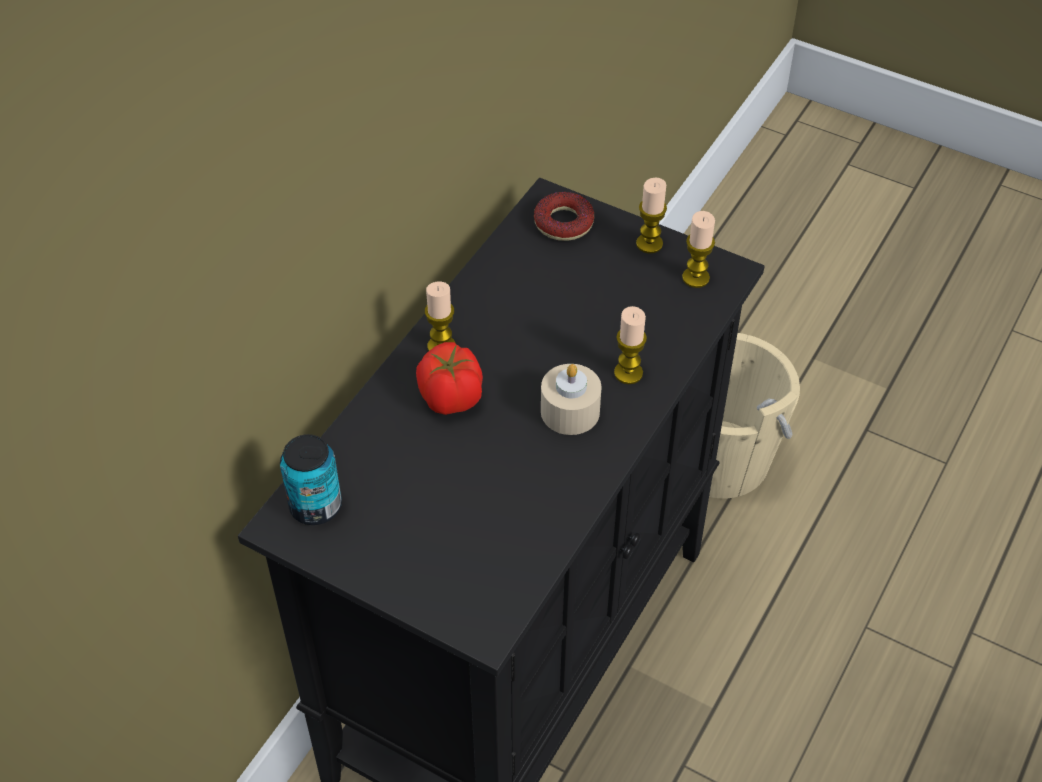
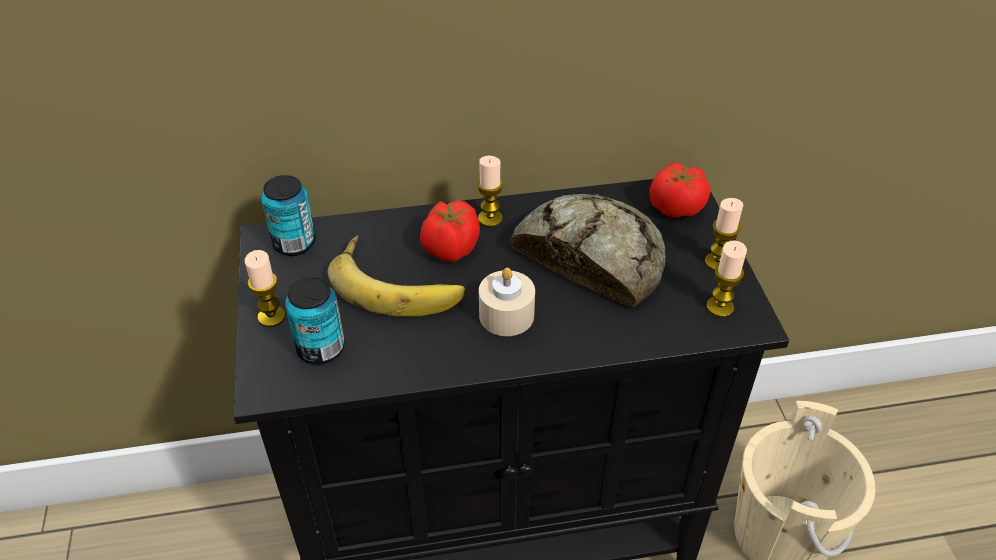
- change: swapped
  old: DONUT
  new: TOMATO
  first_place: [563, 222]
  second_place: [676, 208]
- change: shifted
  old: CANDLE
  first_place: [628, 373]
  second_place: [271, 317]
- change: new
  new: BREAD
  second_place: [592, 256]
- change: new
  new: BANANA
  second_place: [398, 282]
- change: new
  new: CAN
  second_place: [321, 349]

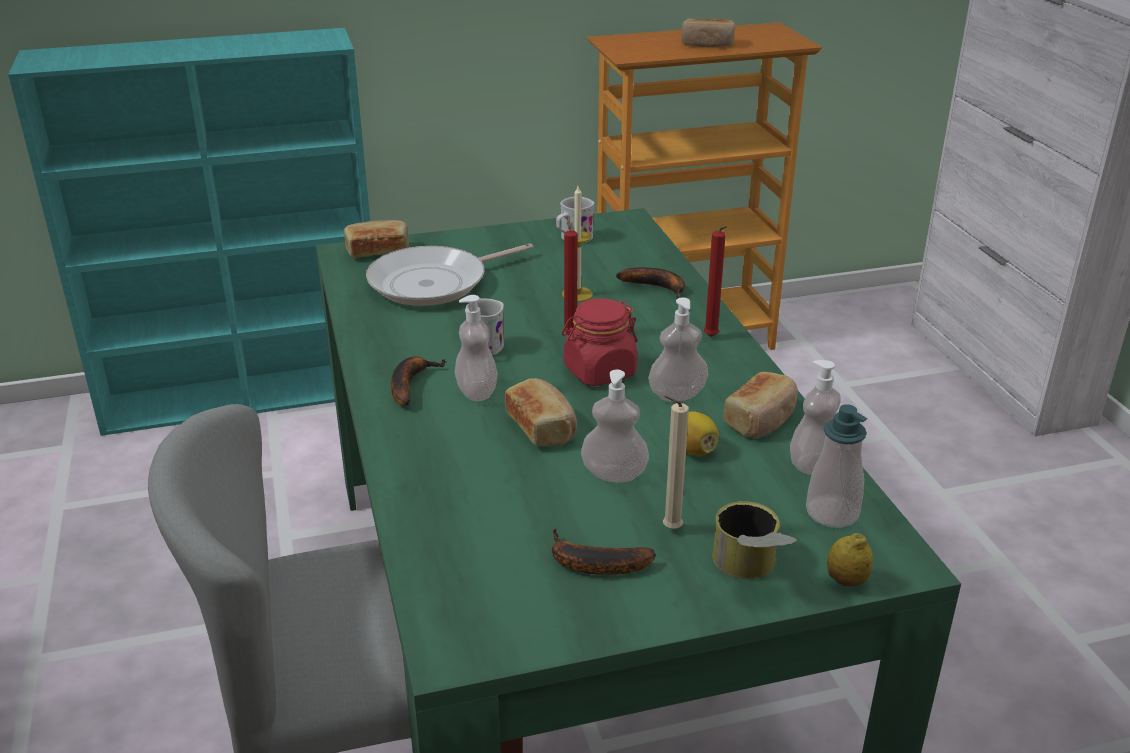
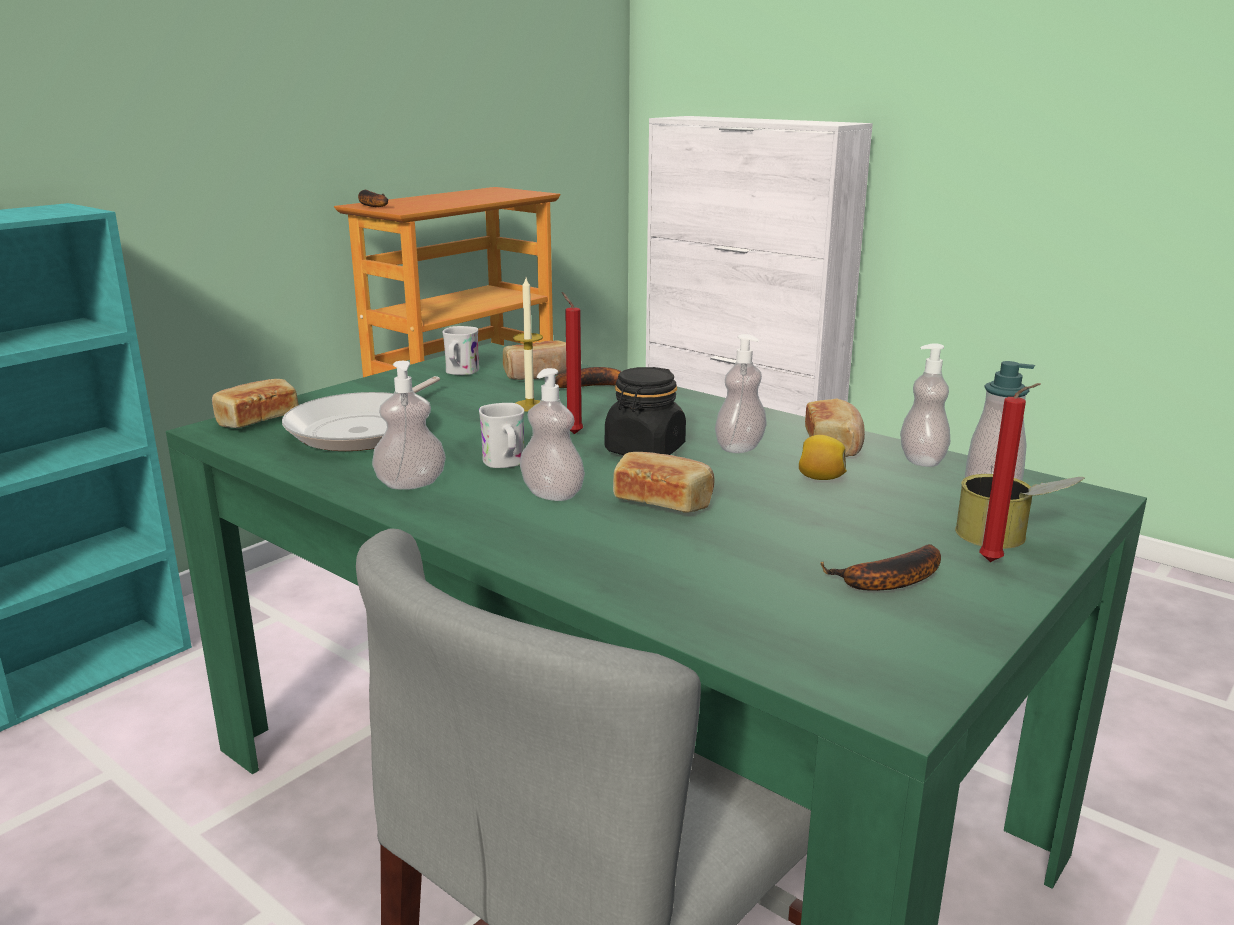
- change: shifted
  old: BREAD
  first_place: [707, 44]
  second_place: [538, 374]
- change: shifted
  old: RED CANDLE
  first_place: [712, 338]
  second_place: [994, 563]
- change: repainted
  old: RED JAR
  new: BLACK JAR
  first_place: [599, 372]
  second_place: [645, 450]
- change: shifted
  old: BANANA
  first_place: [410, 384]
  second_place: [371, 204]
- change: shifted
  old: SOAP DISPENSER
  first_place: [614, 474]
  second_place: [411, 484]
- change: gone
  old: BEIGE CANDLE
  first_place: [669, 529]
- change: gone
  old: LEMON
  first_place: [846, 581]

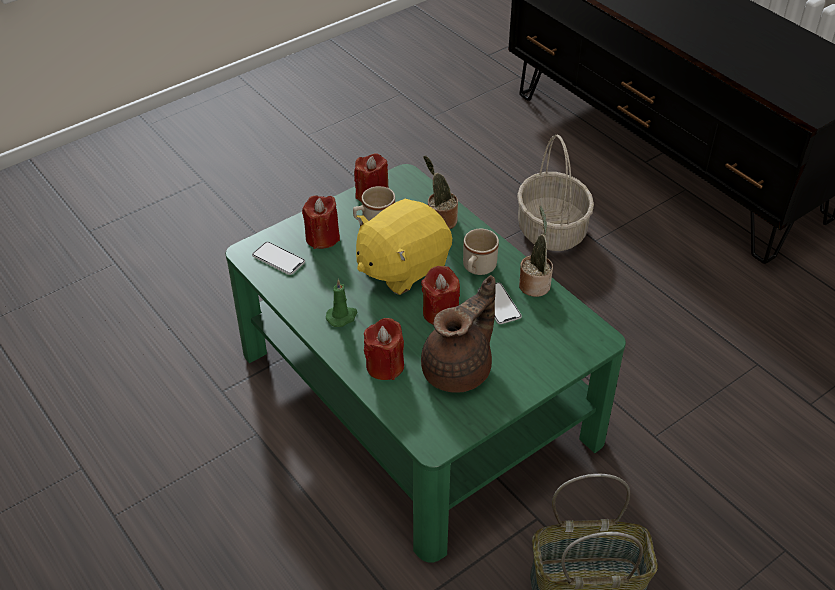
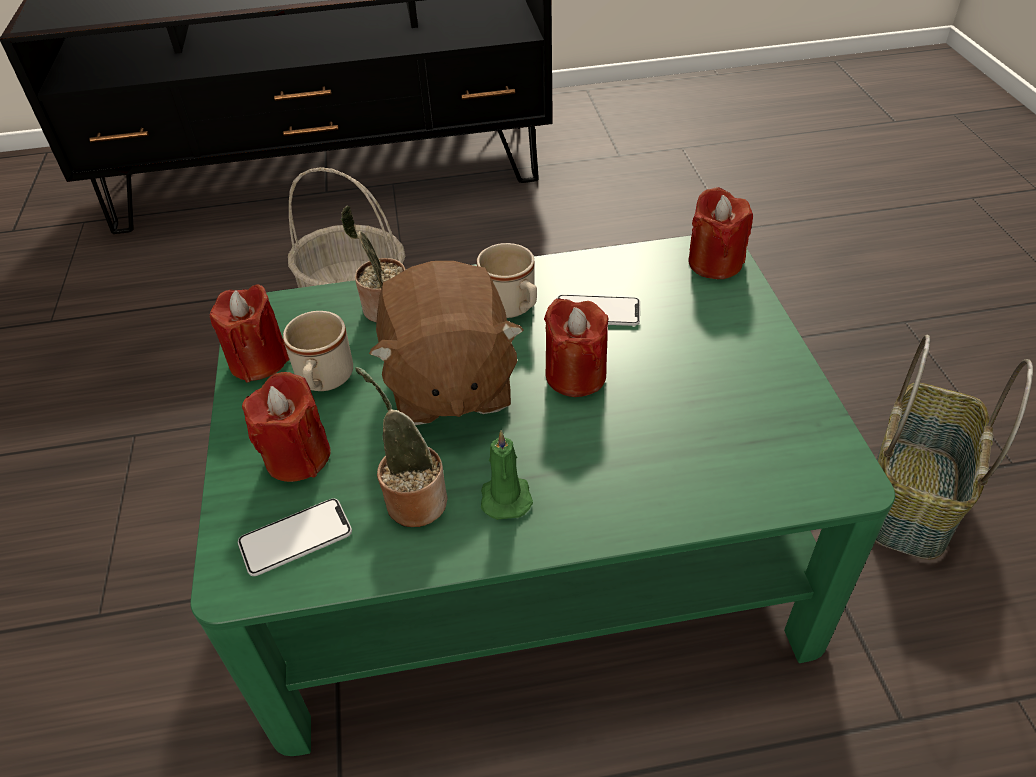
- change: repainted
  old: YELLOW PLUSH TOY
  new: BROWN PLUSH TOY
  first_place: [402, 267]
  second_place: [448, 383]
- change: shifted
  old: POTTED PLANT
  first_place: [534, 284]
  second_place: [413, 500]
- change: gone
  old: BROWN TEAPOT
  first_place: [459, 369]
- change: shifted
  old: RED CANDLE
  first_place: [385, 366]
  second_place: [715, 263]

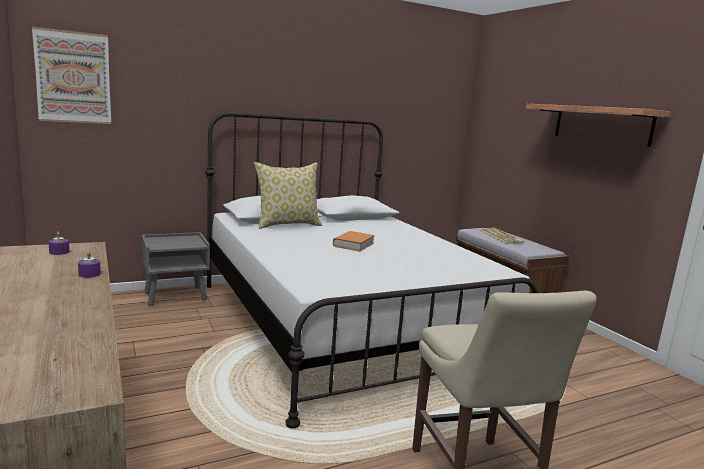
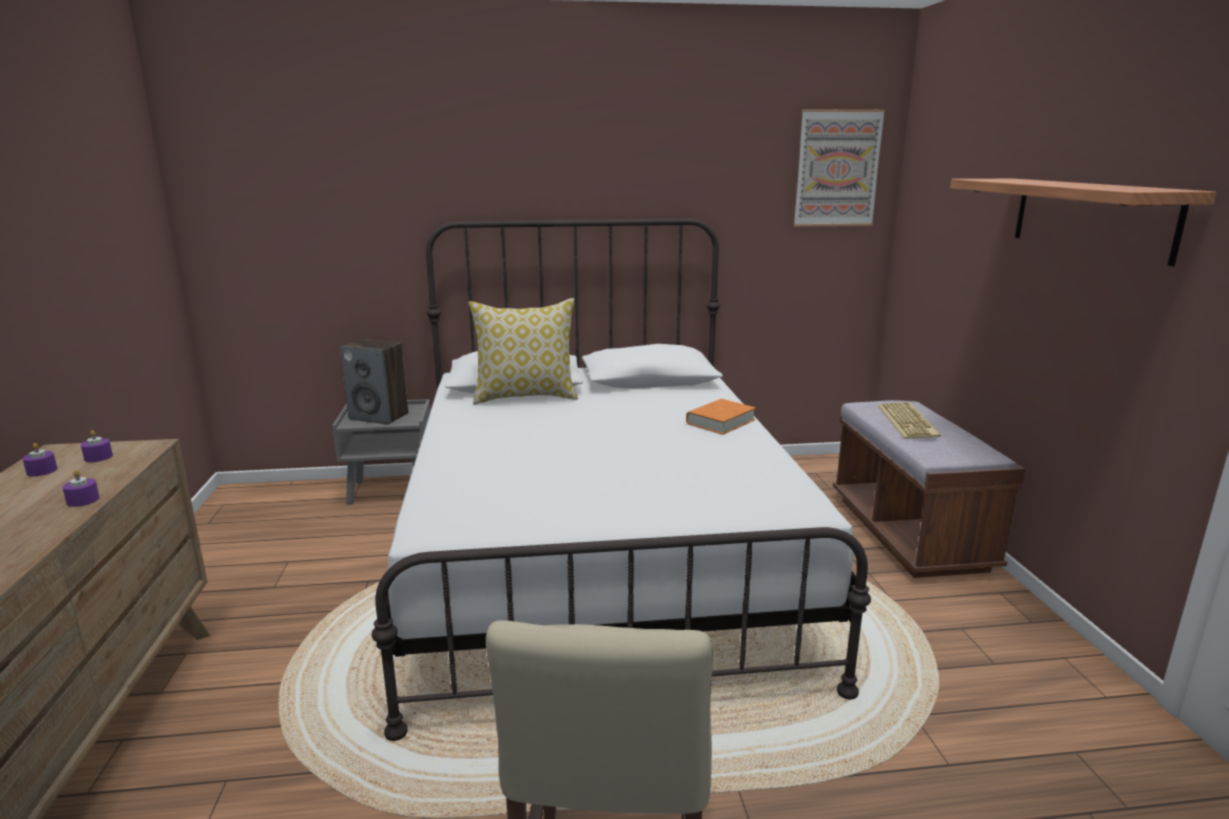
- change: shifted
  old: PICTURE
  first_place: [73, 77]
  second_place: [837, 168]
- change: shifted
  old: ORANGE BOOK
  first_place: [353, 245]
  second_place: [720, 422]
- change: new
  new: SPEAKER
  second_place: [379, 416]
- change: new
  new: PURPLE CANDLE
  second_place: [42, 471]

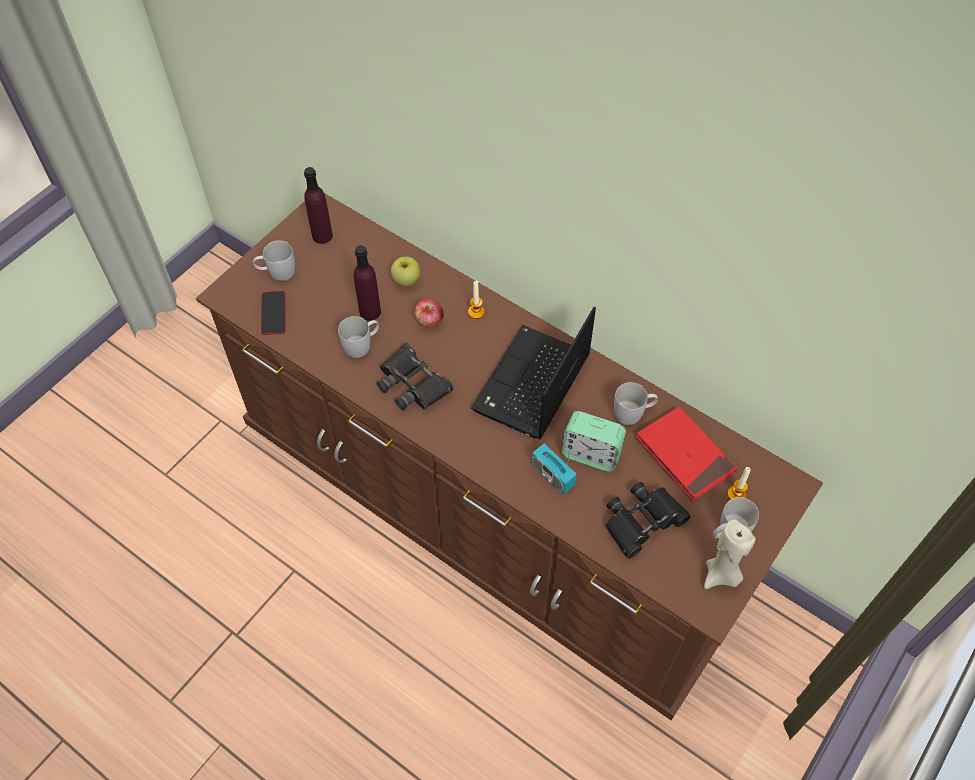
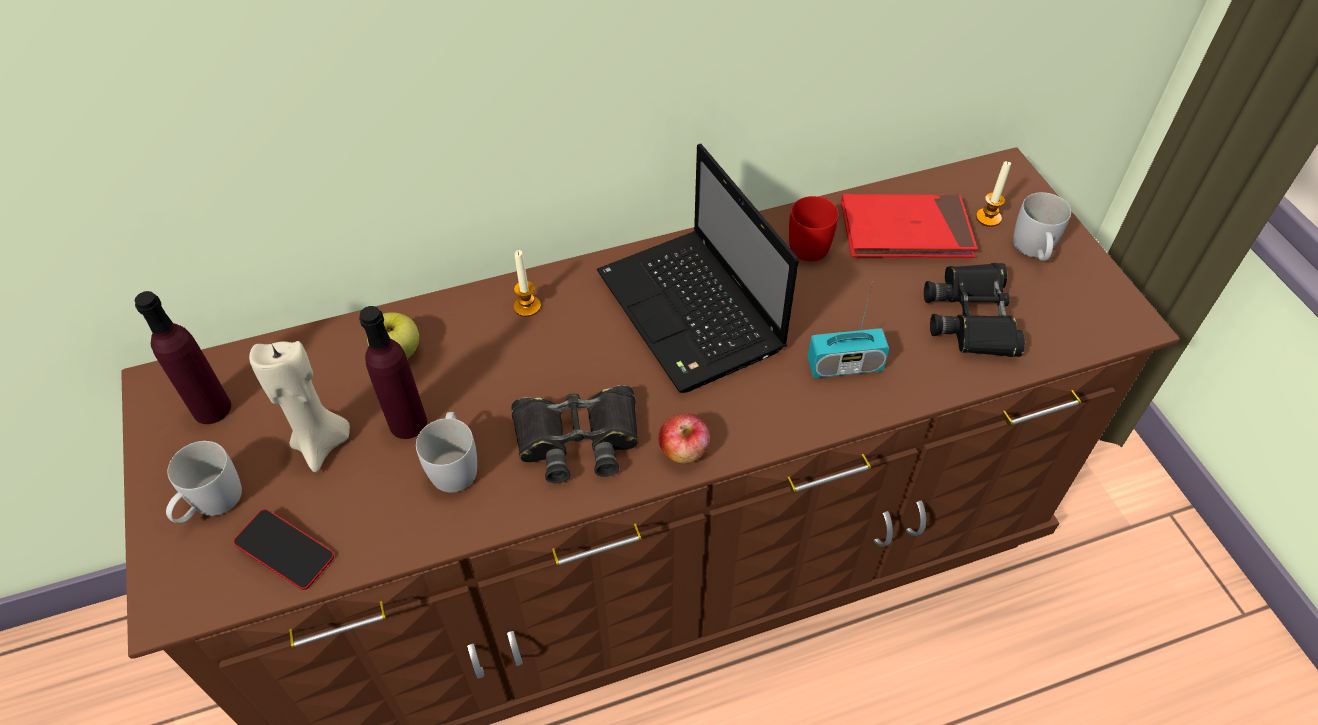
- change: shifted
  old: APPLE
  first_place: [429, 321]
  second_place: [683, 451]
- change: repainted
  old: WHITE MUG
  new: RED MUG
  first_place: [633, 412]
  second_place: [811, 242]
- change: gone
  old: ALARM CLOCK
  first_place: [591, 454]
- change: shifted
  old: BEIGE CANDLE
  first_place: [721, 575]
  second_place: [322, 443]

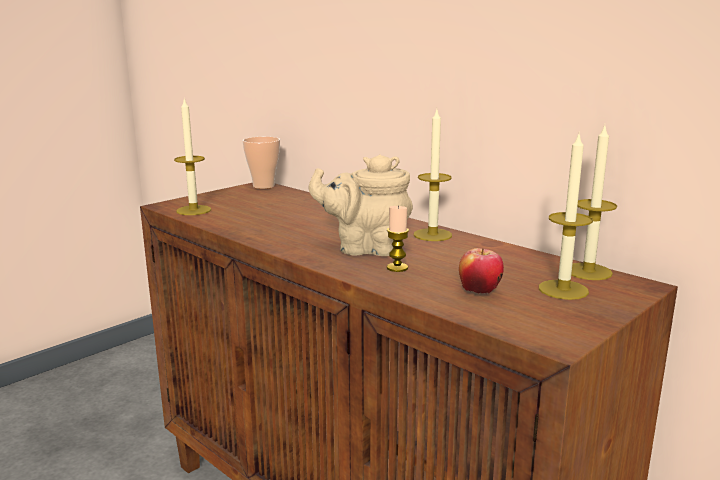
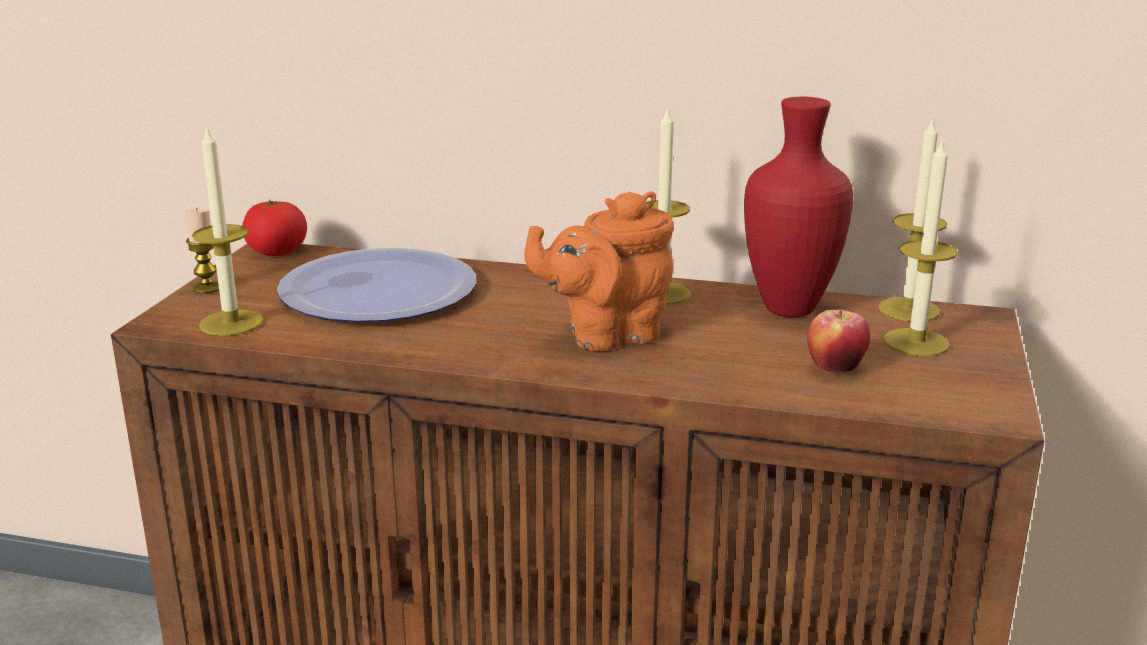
- change: swapped
  old: CUP
  new: TOMATO
  first_place: [263, 186]
  second_place: [277, 252]
- change: repainted
  old: BEIGE TEAPOT
  new: ORANGE TEAPOT
  first_place: [365, 248]
  second_place: [606, 335]
- change: shifted
  old: CANDLE
  first_place: [397, 268]
  second_place: [207, 288]
- change: new
  new: RED VASE
  second_place: [793, 309]
- change: new
  new: PLATE
  second_place: [378, 291]

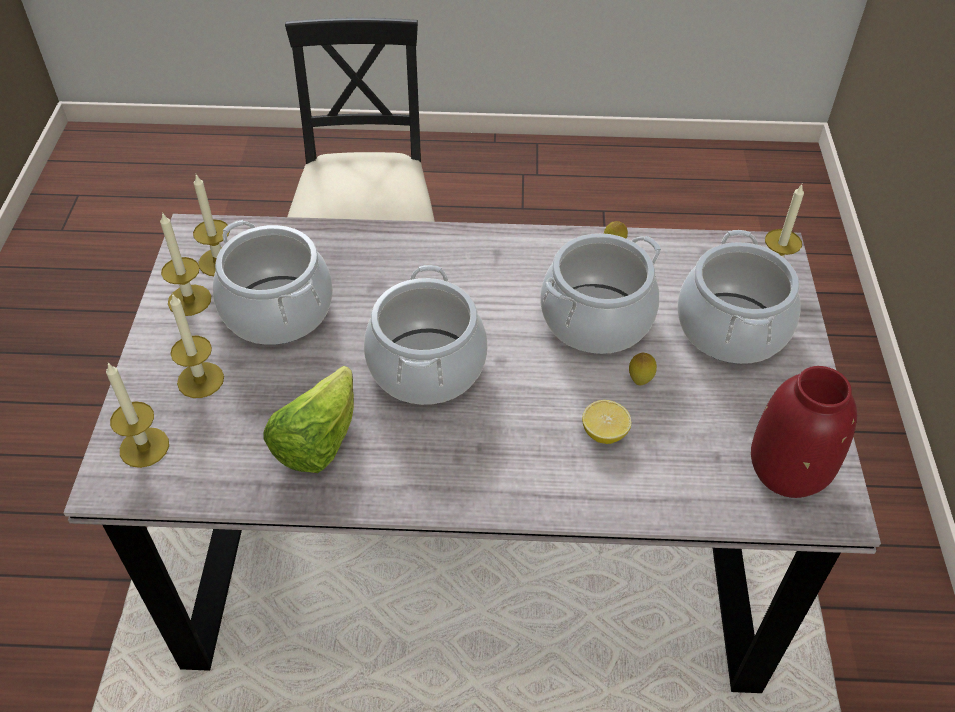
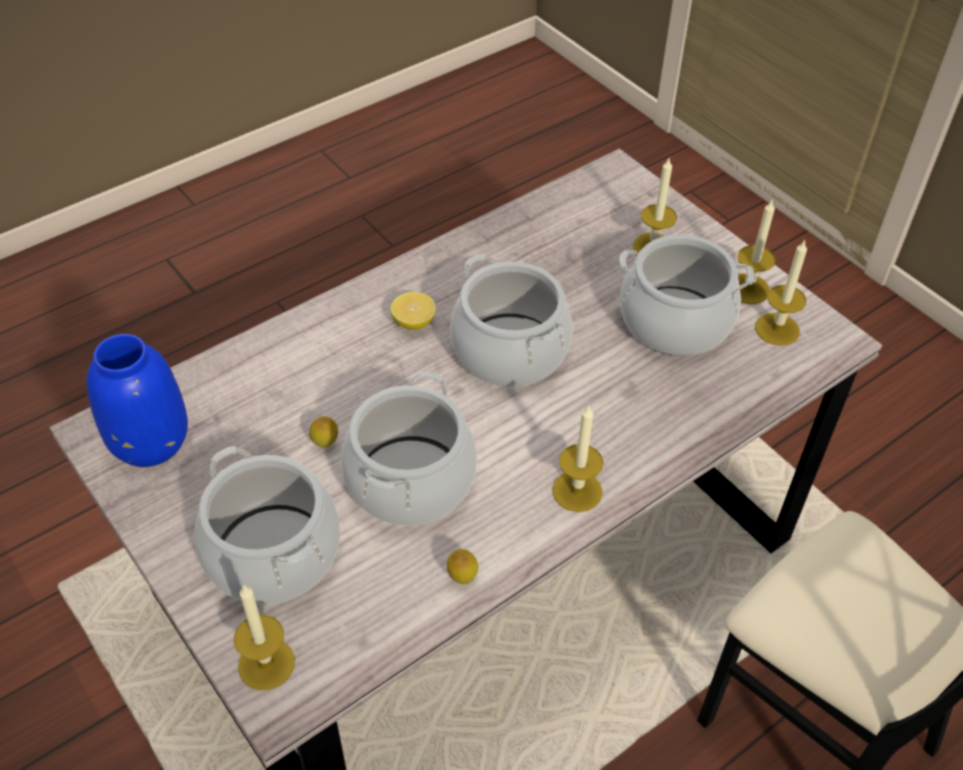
- change: shifted
  old: CANDLE
  first_place: [144, 447]
  second_place: [577, 491]
- change: gone
  old: LETTUCE
  first_place: [317, 441]
- change: repainted
  old: RED VASE
  new: BLUE VASE
  first_place: [787, 470]
  second_place: [150, 440]
- change: shifted
  old: LEMON
  first_place: [604, 433]
  second_place: [414, 322]

